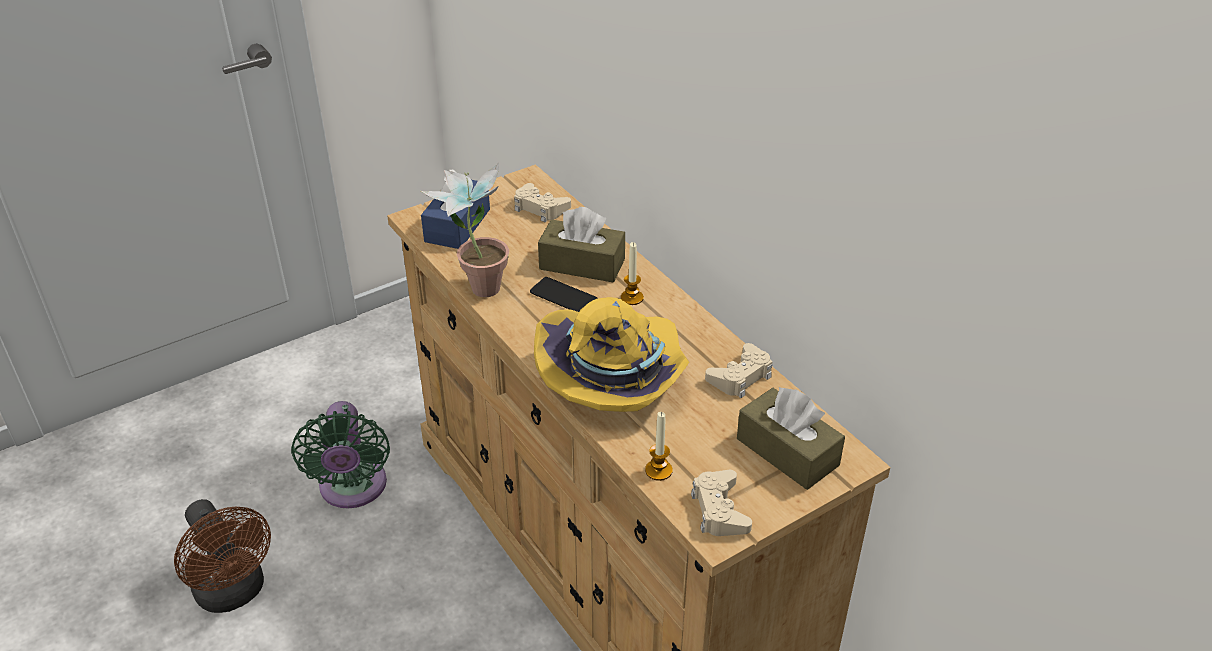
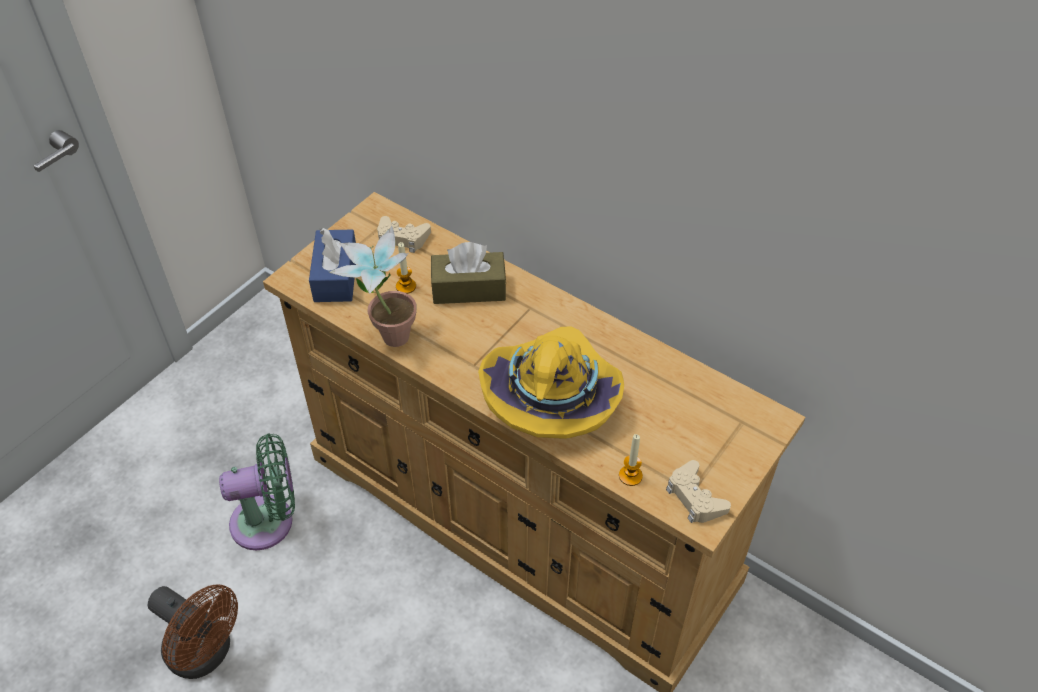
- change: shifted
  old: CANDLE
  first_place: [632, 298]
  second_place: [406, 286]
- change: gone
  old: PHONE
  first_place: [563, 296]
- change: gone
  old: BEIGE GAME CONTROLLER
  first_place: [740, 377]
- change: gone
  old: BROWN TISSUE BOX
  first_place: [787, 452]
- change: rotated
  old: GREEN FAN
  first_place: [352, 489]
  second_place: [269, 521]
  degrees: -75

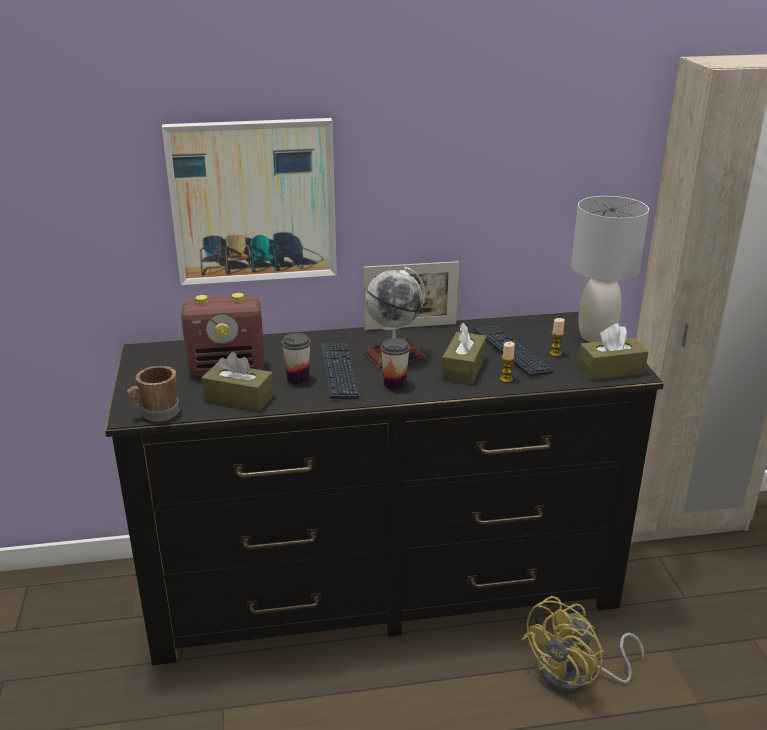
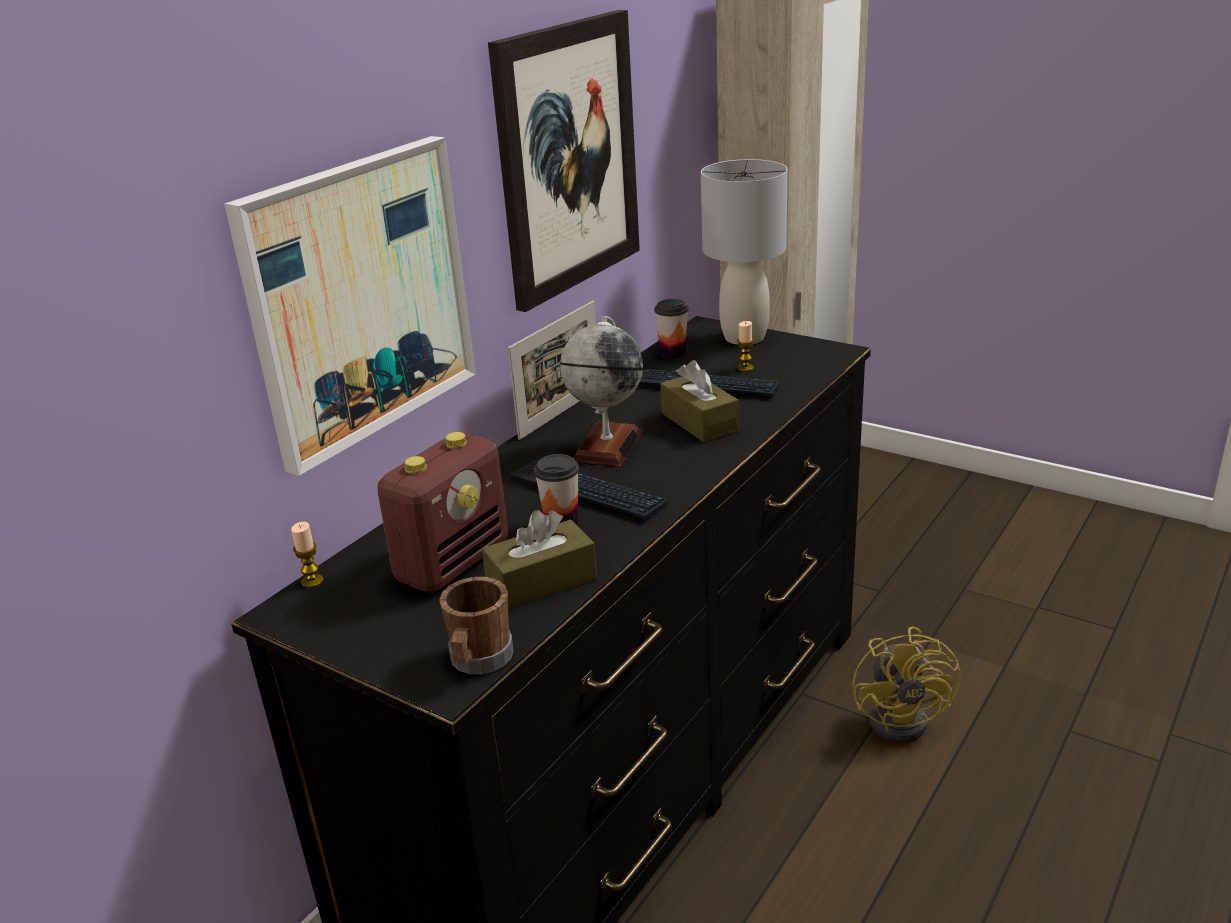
- change: gone
  old: BROWN TISSUE BOX
  first_place: [610, 370]
- change: shifted
  old: CUP
  first_place: [394, 384]
  second_place: [673, 354]
- change: shifted
  old: CANDLE
  first_place: [506, 379]
  second_place: [312, 581]
- change: new
  new: PICTURE
  second_place: [567, 158]

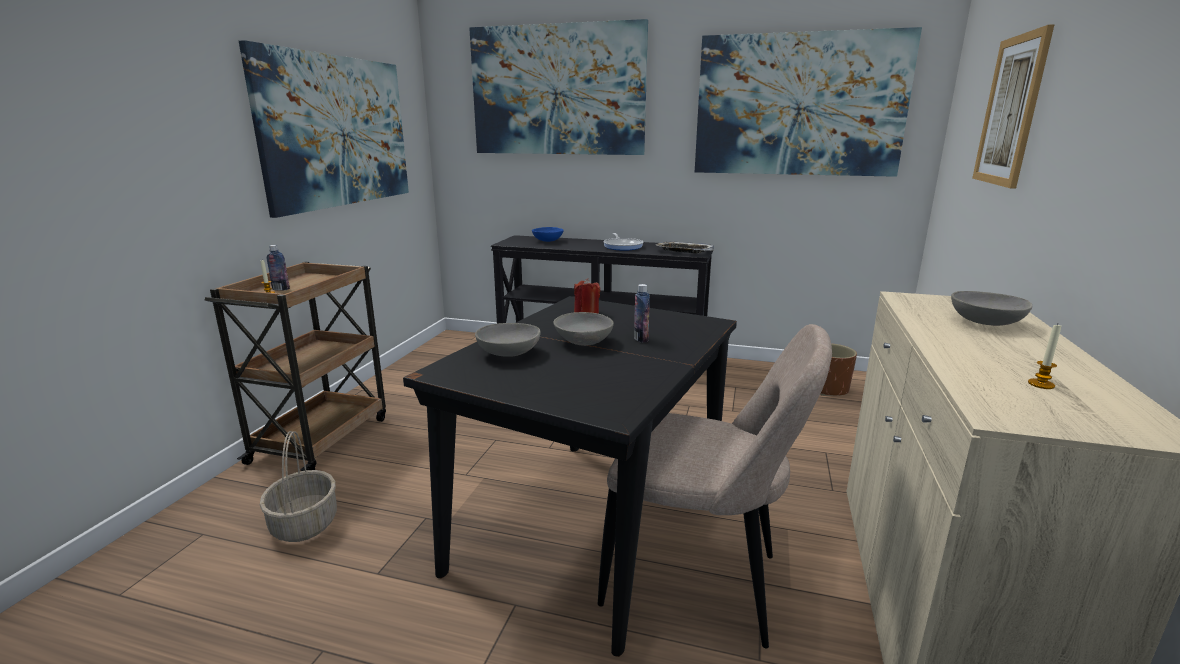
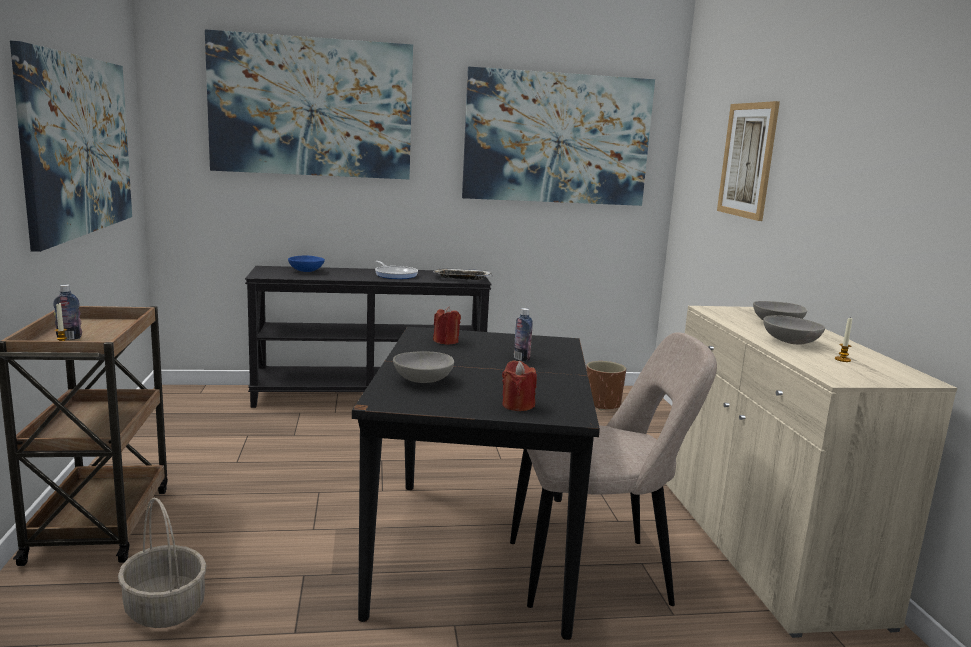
- change: shifted
  old: GREY BOWL
  first_place: [584, 342]
  second_place: [790, 342]
- change: new
  new: RED CANDLE
  second_place: [517, 405]

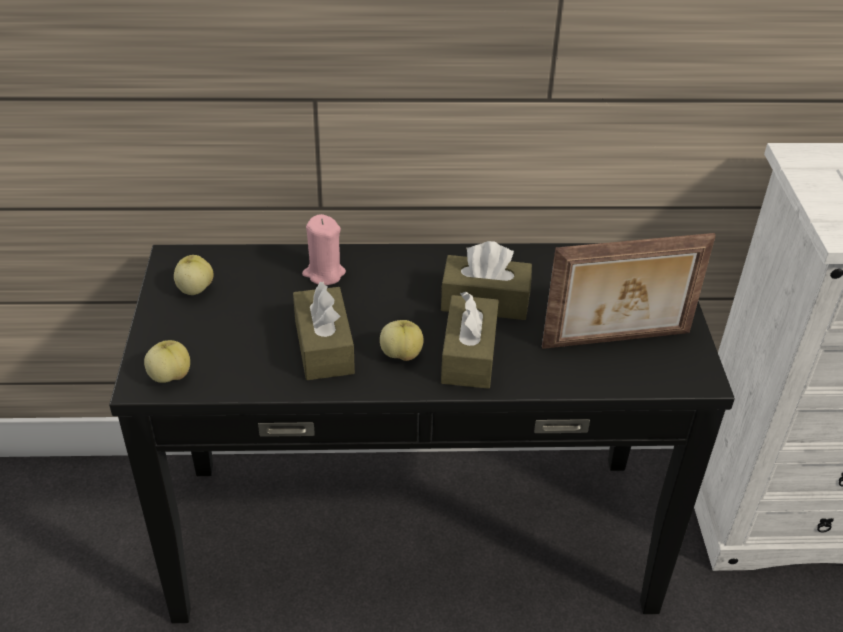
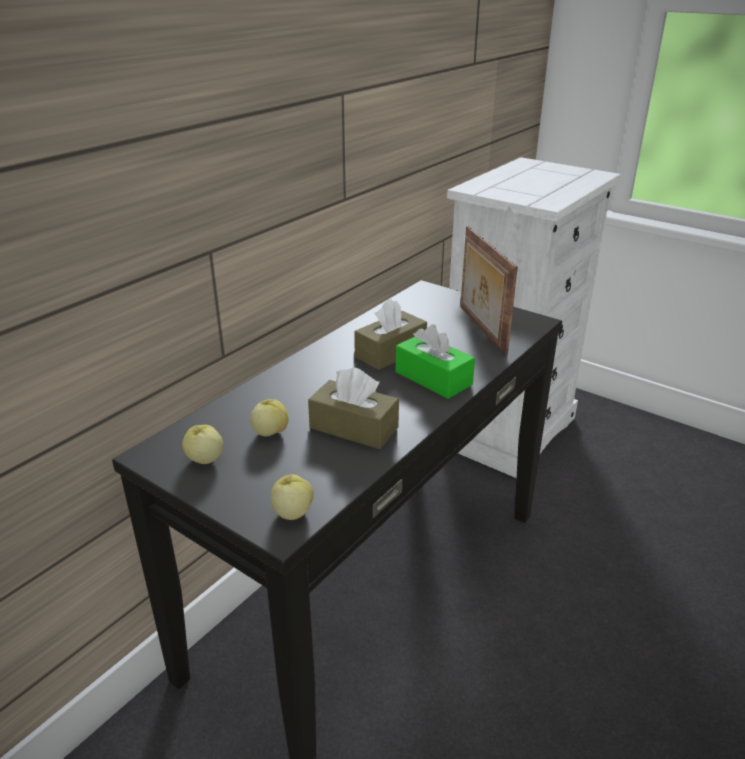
- change: gone
  old: PINK CANDLE
  first_place: [324, 273]
- change: rotated
  old: PICTURE FRAME
  first_place: [617, 341]
  second_place: [480, 329]
  degrees: 135
- change: repainted
  old: BROWN TISSUE BOX
  new: GREEN TISSUE BOX
  first_place: [469, 355]
  second_place: [433, 378]
- change: shifted
  old: APPLE
  first_place: [401, 354]
  second_place: [270, 432]

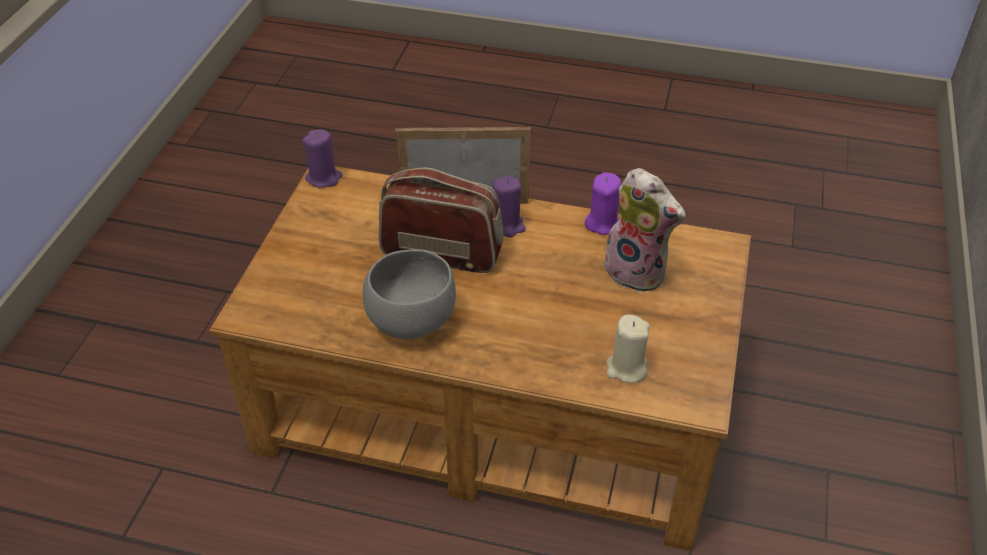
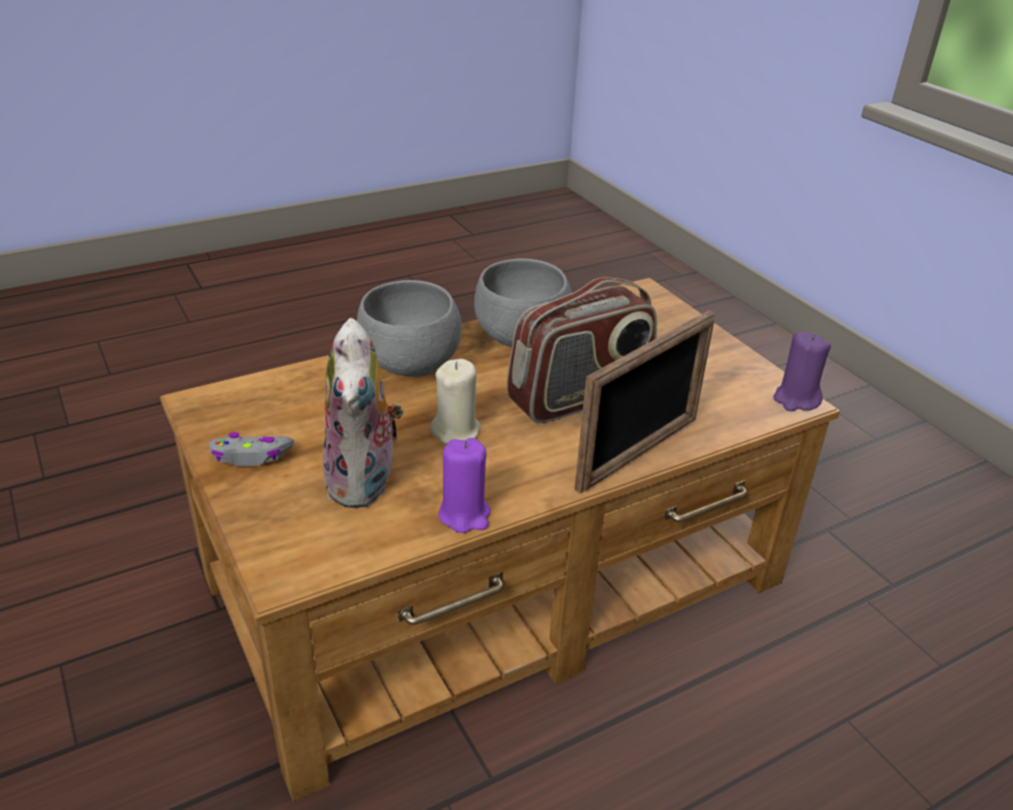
- change: rotated
  old: PLUSH TOY
  first_place: [638, 271]
  second_place: [365, 483]
  degrees: -90
- change: gone
  old: PURPLE CANDLE
  first_place: [507, 225]
- change: shifted
  old: BEIGE CANDLE
  first_place: [626, 368]
  second_place: [456, 431]
- change: new
  new: GREY BOWL
  second_place: [412, 367]
- change: new
  new: GREY GAME CONTROLLER
  second_place: [251, 456]

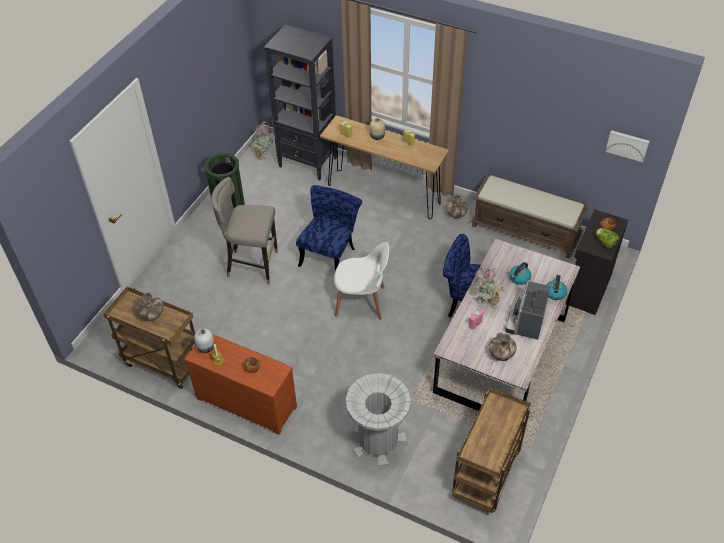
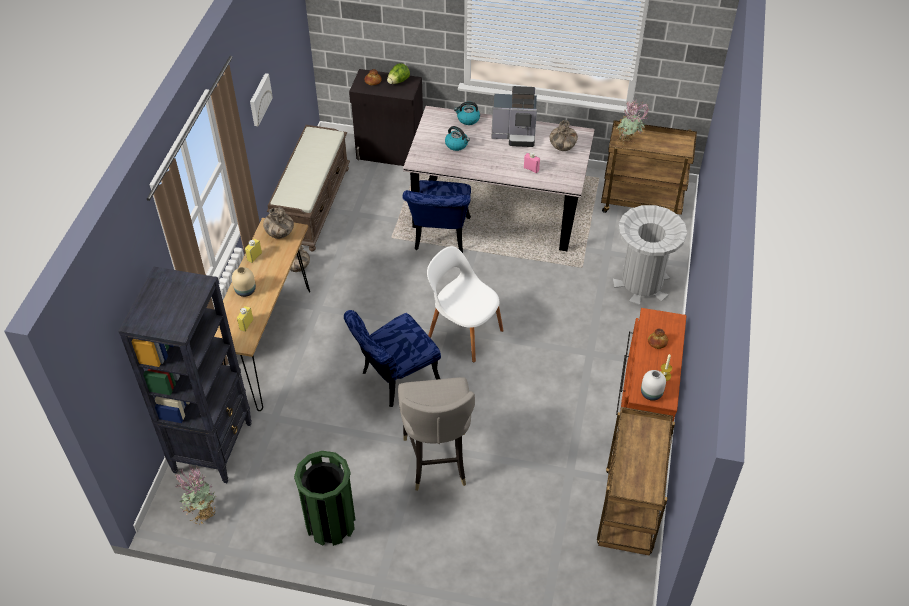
- change: shifted
  old: PICTURE
  first_place: [627, 145]
  second_place: [259, 99]
- change: rotated
  old: BLUE CHAIR
  first_place: [330, 254]
  second_place: [394, 379]
  degrees: -45
- change: rotated
  old: WHITE CHAIR
  first_place: [362, 302]
  second_place: [464, 332]
  degrees: -45
- change: shifted
  old: POTTED PLANT
  first_place: [485, 303]
  second_place: [628, 143]
- change: shifted
  old: VASE
  first_place: [152, 315]
  second_place: [279, 234]

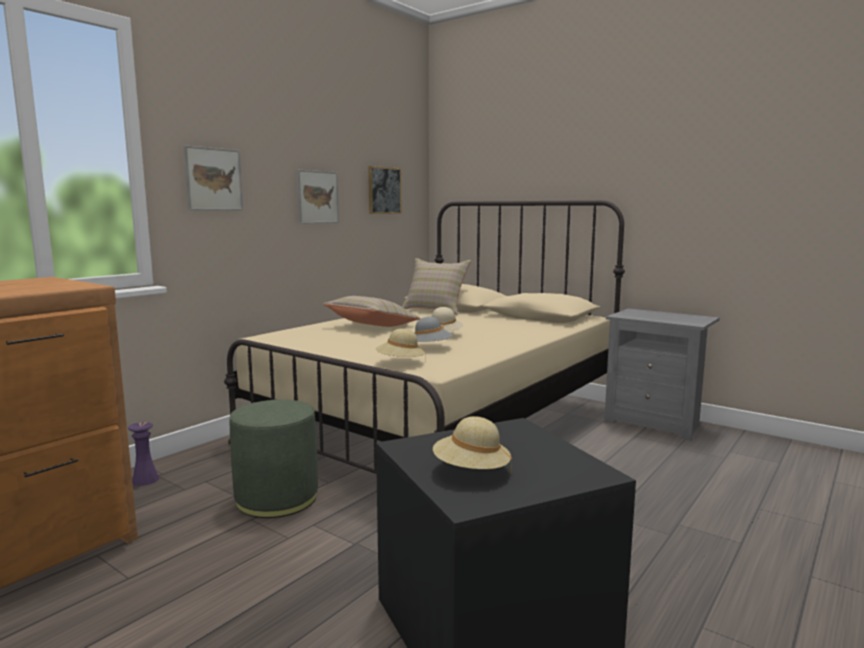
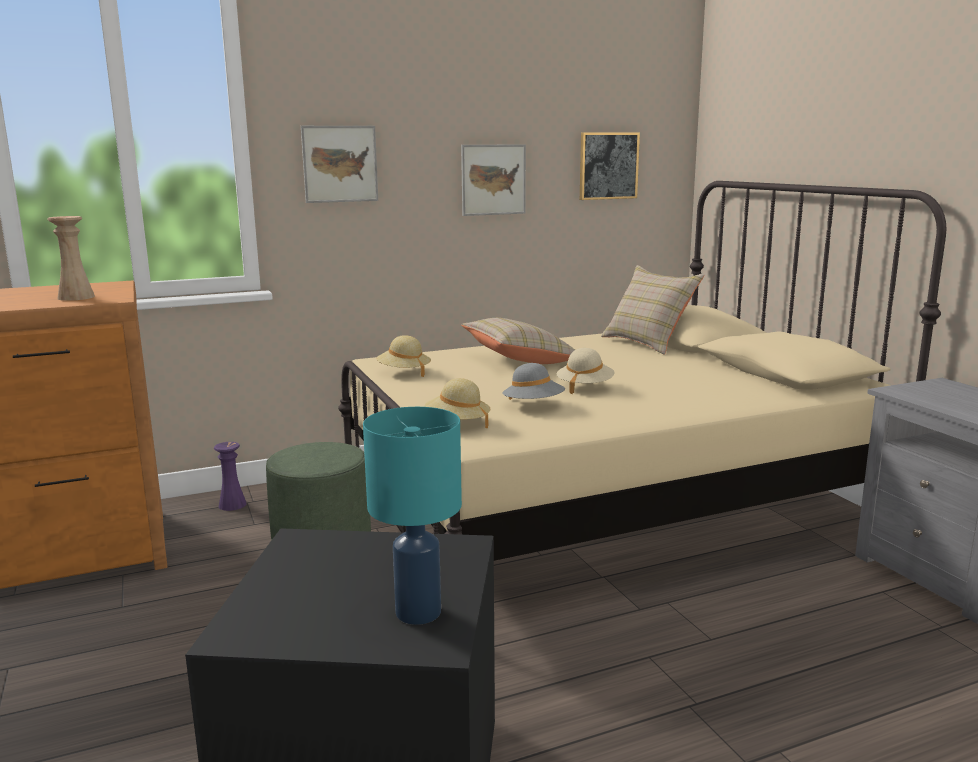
- change: shifted
  old: BEIGE HAT
  first_place: [471, 471]
  second_place: [404, 372]
- change: new
  new: BEIGE VASE
  second_place: [76, 297]
- change: new
  new: TURQUOISE TABLE LAMP
  second_place: [417, 613]

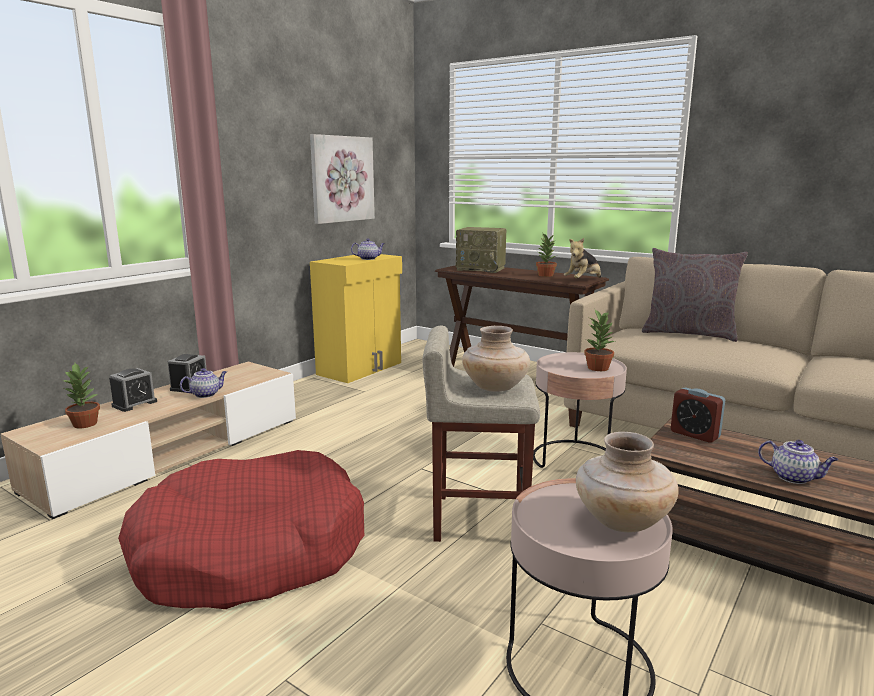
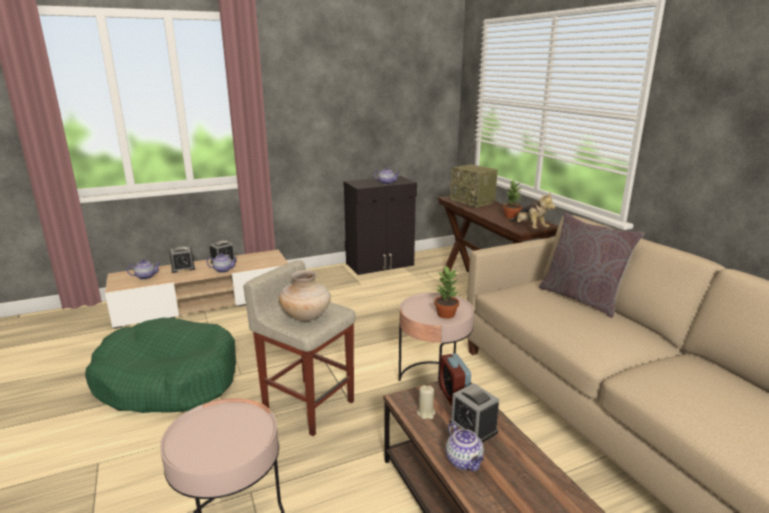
- change: gone
  old: PICTURE
  first_place: [342, 179]
- change: rotated
  old: PLUSH TOY
  first_place: [583, 281]
  second_place: [529, 228]
  degrees: -105
- change: repainted
  old: YELLOW CABINET
  new: BLACK CABINET
  first_place: [361, 368]
  second_place: [380, 264]
- change: swapped
  old: POTTED PLANT
  new: TEAPOT
  first_place: [86, 424]
  second_place: [146, 277]
- change: gone
  old: BEIGE VASE
  first_place: [622, 522]
- change: repainted
  old: RED DOG BED
  new: GREEN DOG BED
  first_place: [250, 552]
  second_place: [168, 380]
- change: new
  new: ALARM CLOCK
  second_place: [473, 427]
- change: new
  new: BEIGE CANDLE
  second_place: [426, 413]

